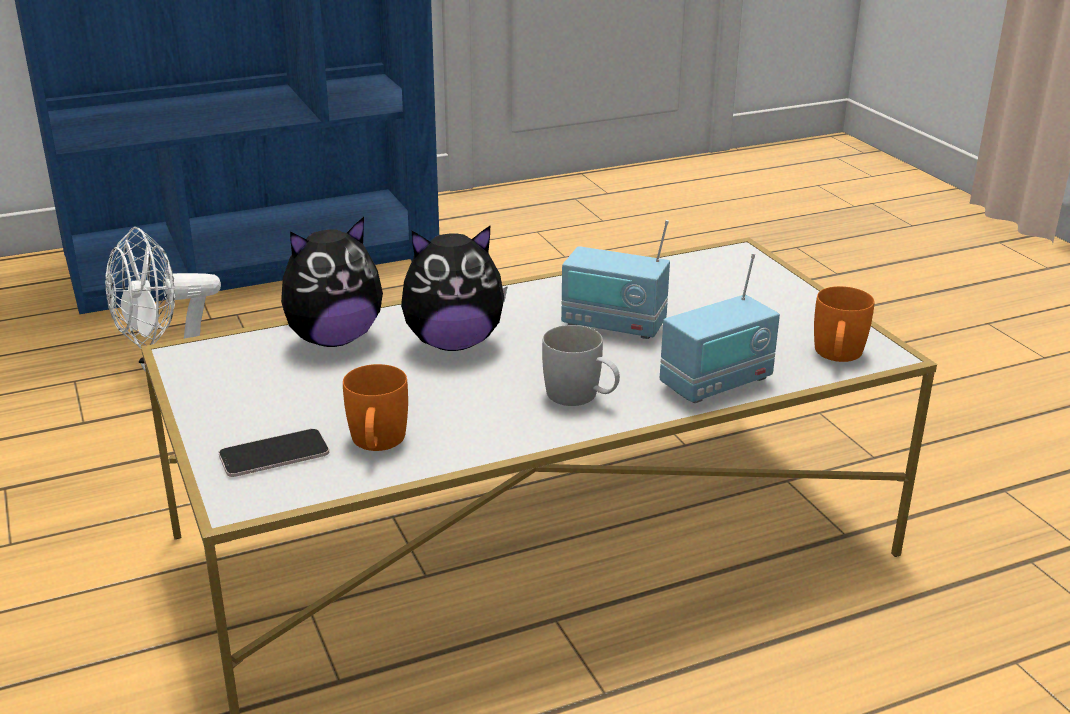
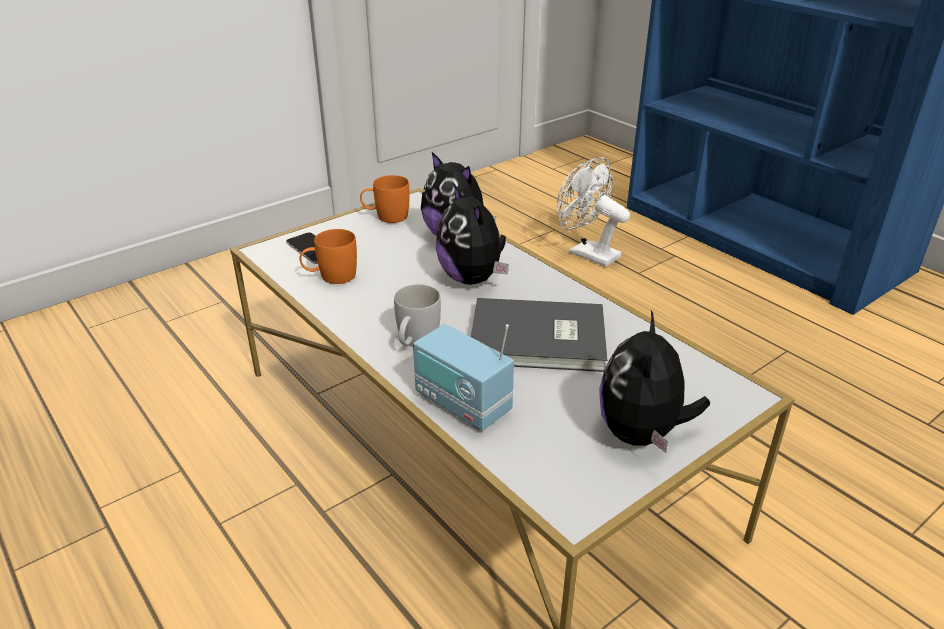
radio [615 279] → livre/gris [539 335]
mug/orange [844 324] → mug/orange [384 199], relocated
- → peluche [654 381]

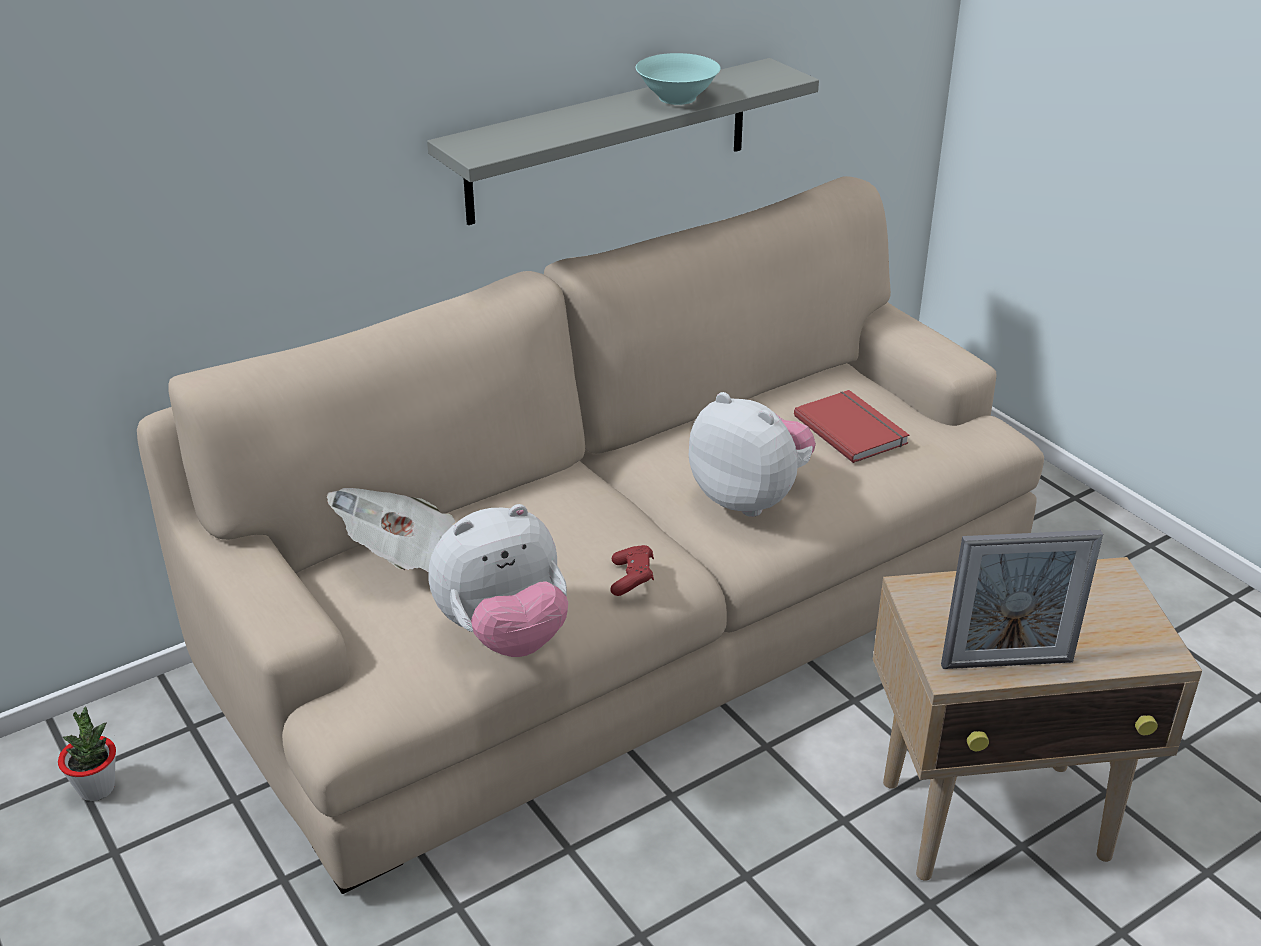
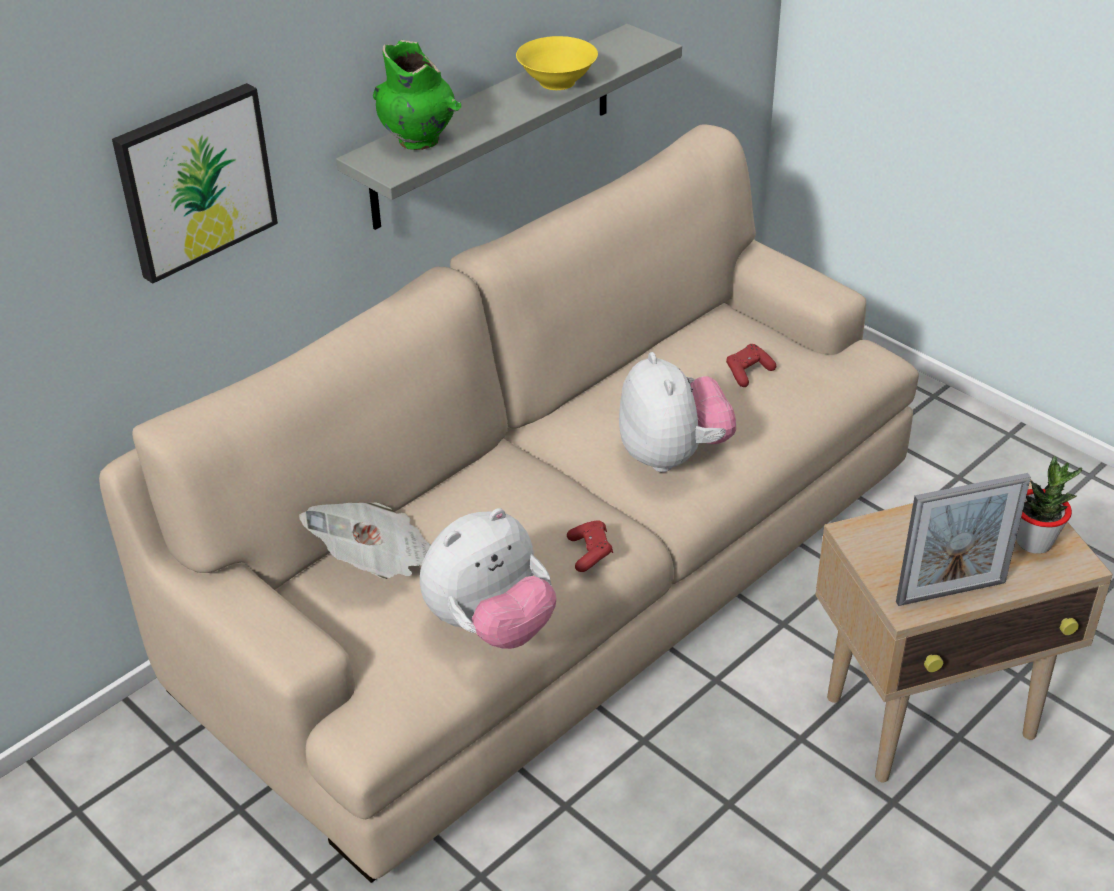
plante en pot [87 754] → plante en pot [1049 505], relocated
bol/turquoise [678 79] → bol/jaune [557 63]
peluche [752 454] → peluche [677 412], 45 degrees clockwise
livre/rouge [851 426] → manette/rouge [751 365]
- → tableau [195 183]
- → vase/vert [417 95]

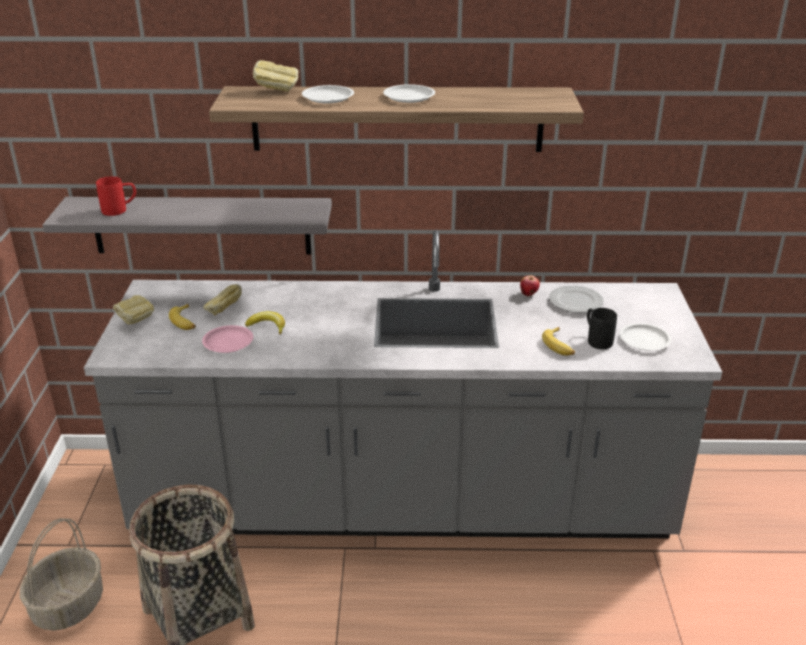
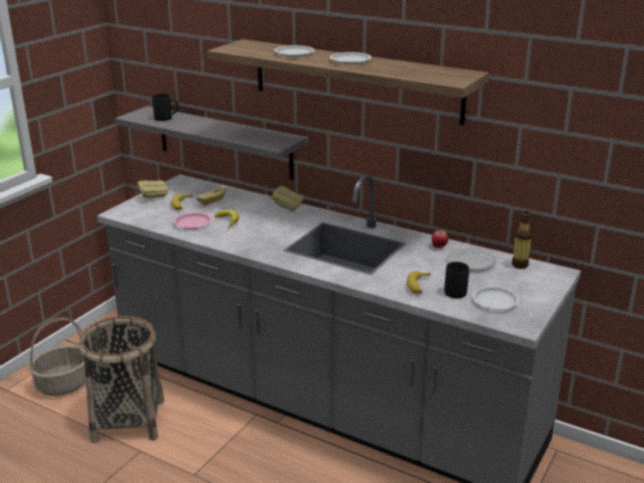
mug/rouge [116 196] → mug/noir [165 107]
pain [275 76] → pain [288 198], relocated
- → bouteille [522 240]

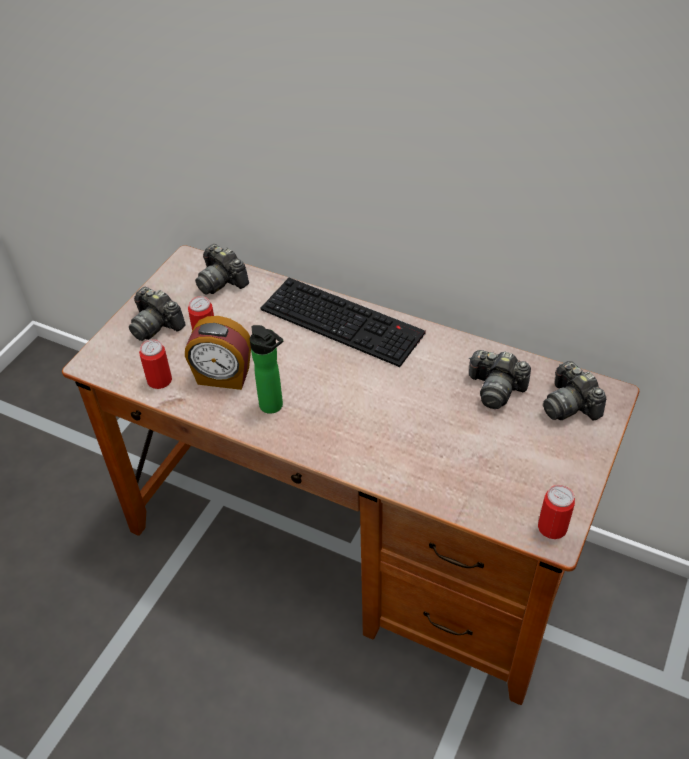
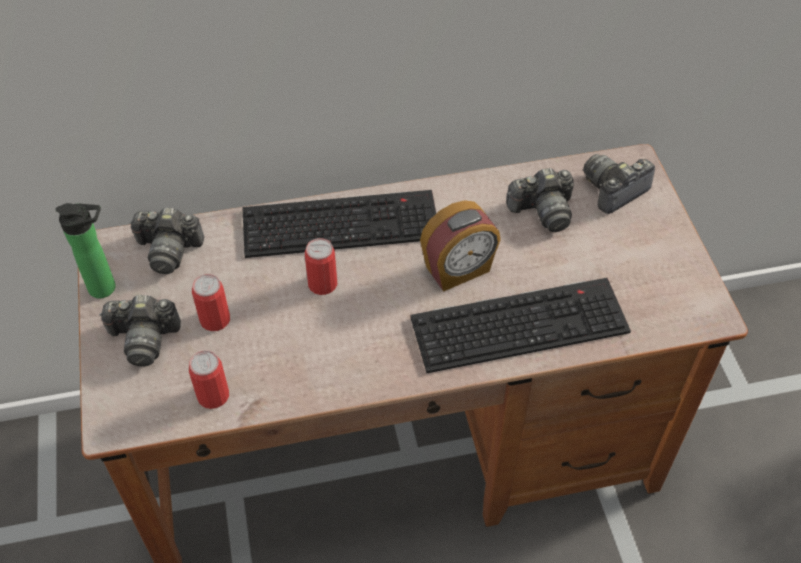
réveil [218 353] → réveil [460 246], relocated
bouteille [266 369] → bouteille [86 250], relocated
boîte métallique [556 512] → boîte métallique [321 266], relocated
appareil photo [574 390] → appareil photo [619 184], 120 degrees clockwise
- → clavier [520 325]

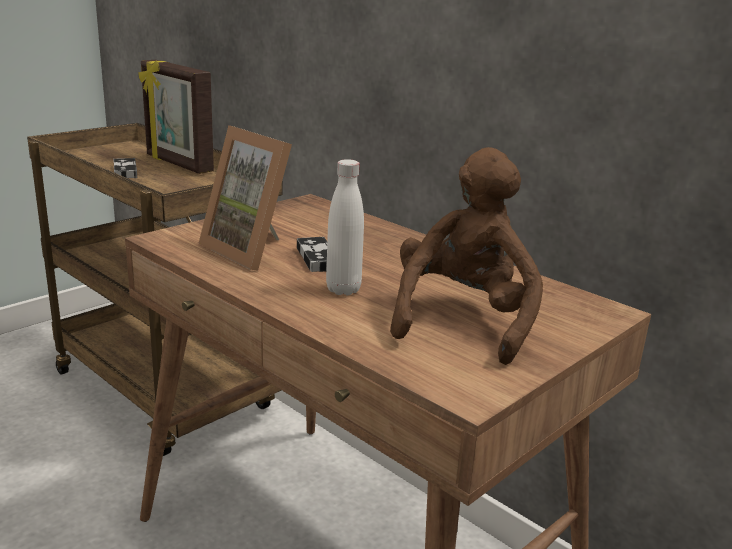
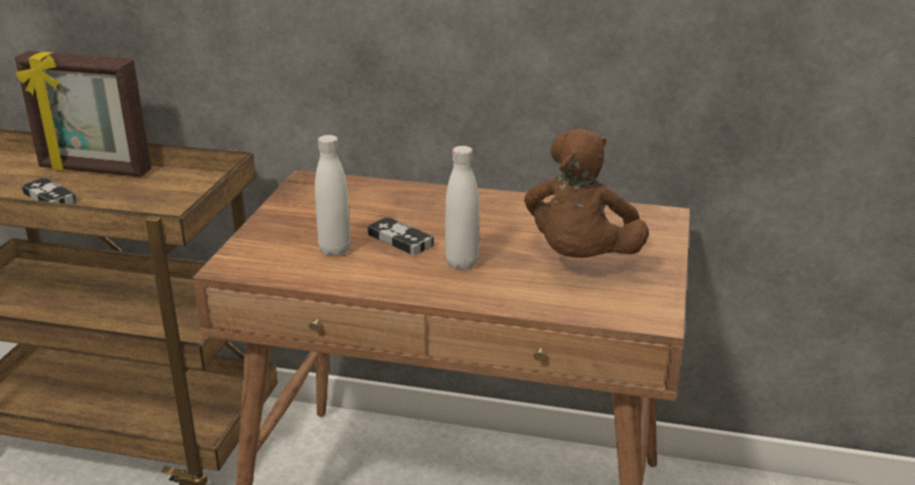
cadre photo [245 197] → bouteille/blanc [333 196]
peluche/marron [466 256] → peluche/marron [586 193], 150 degrees counterclockwise

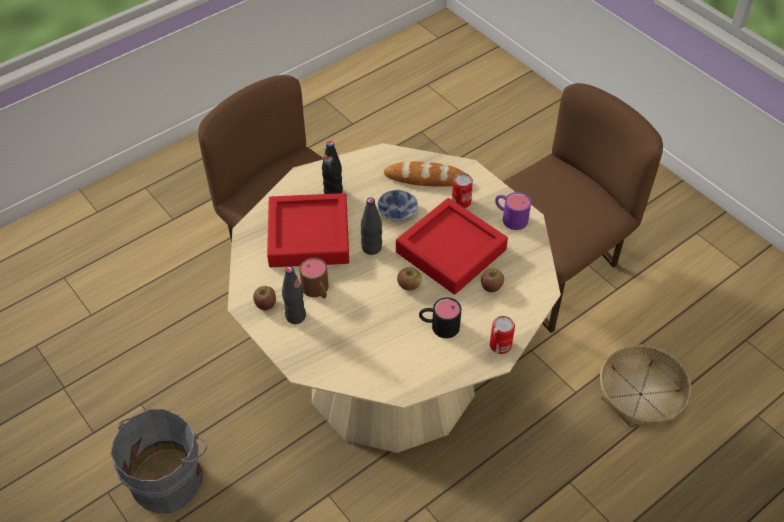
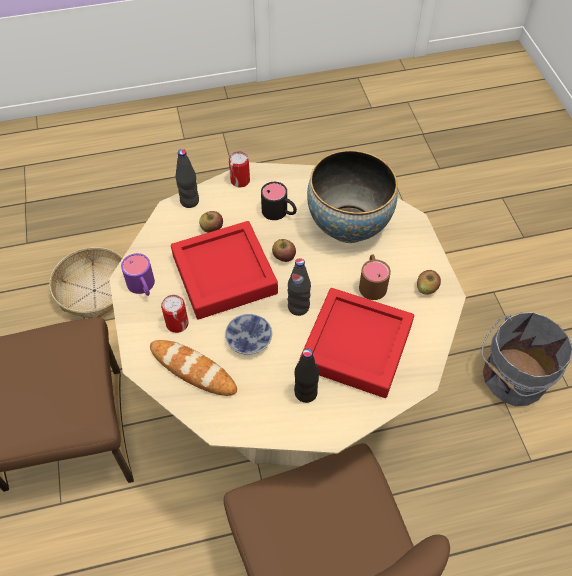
bouteille/noir [294 295] → bouteille/noir [187 178], relocated
- → bol [352 196]

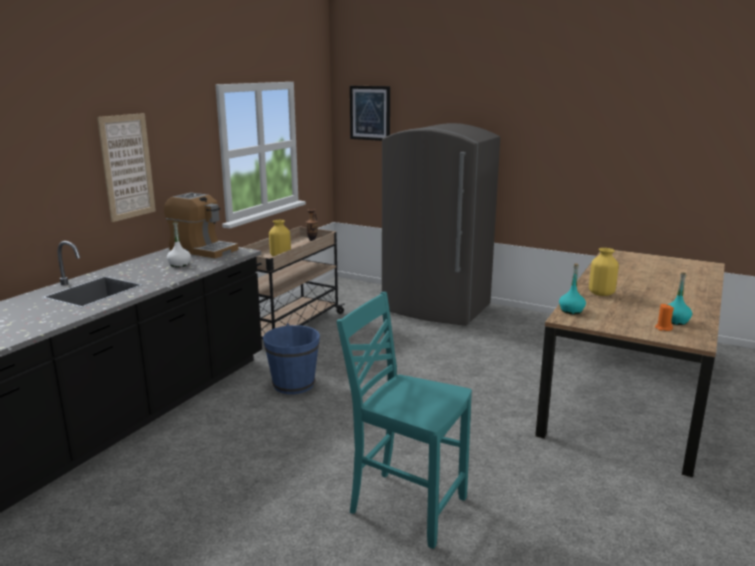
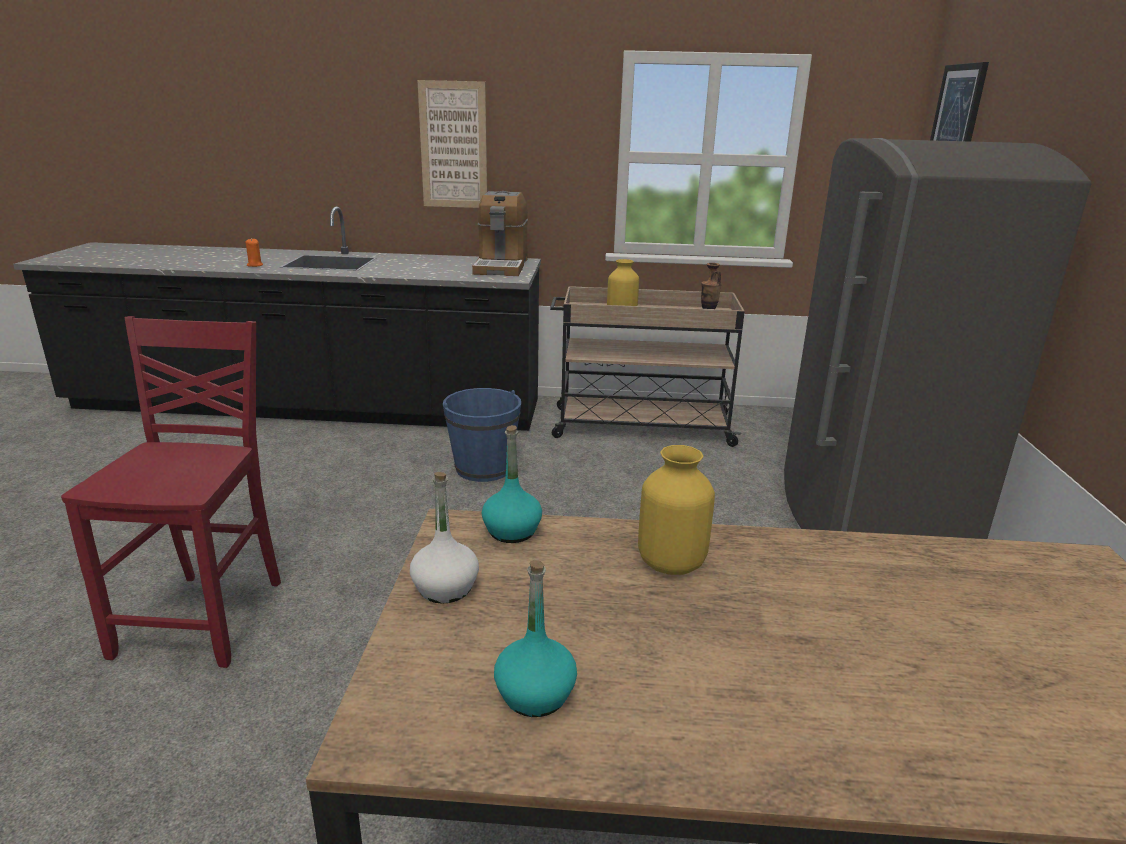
bouteille/blanc [179 244] → bouteille/blanc [444 538], relocated
chaise/turquoise [404 420] → chaise/rouge [171 492]
bougie/orange [664 317] → bougie/orange [254 252], relocated

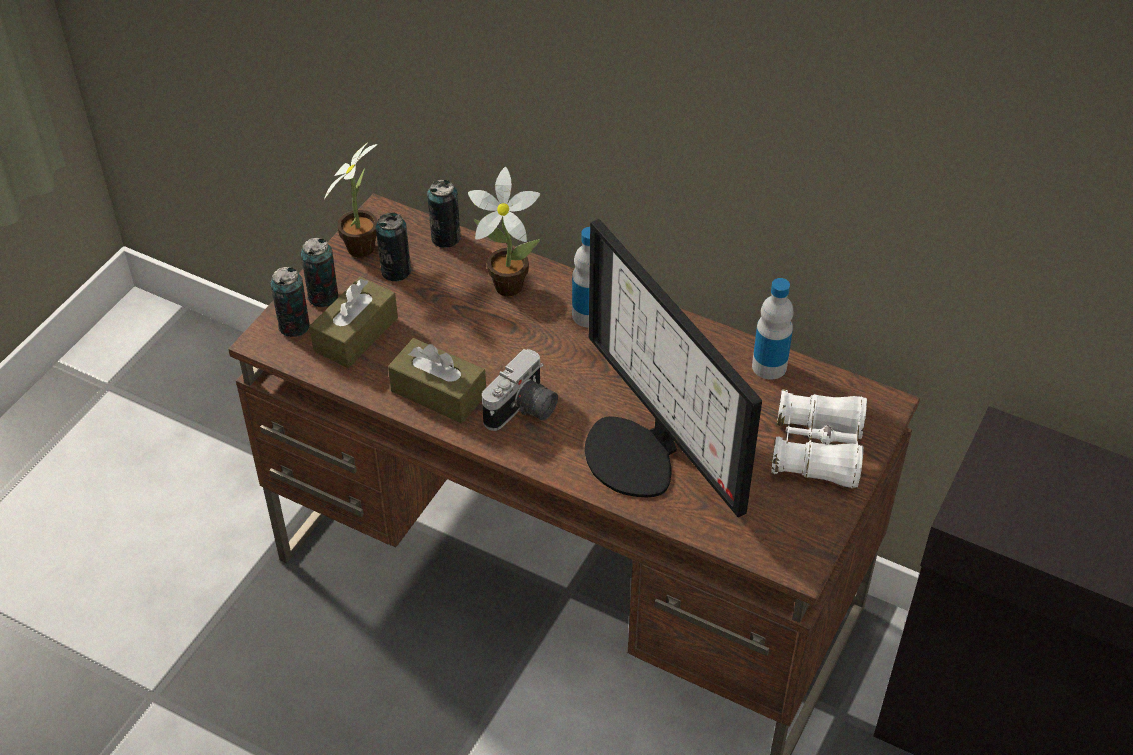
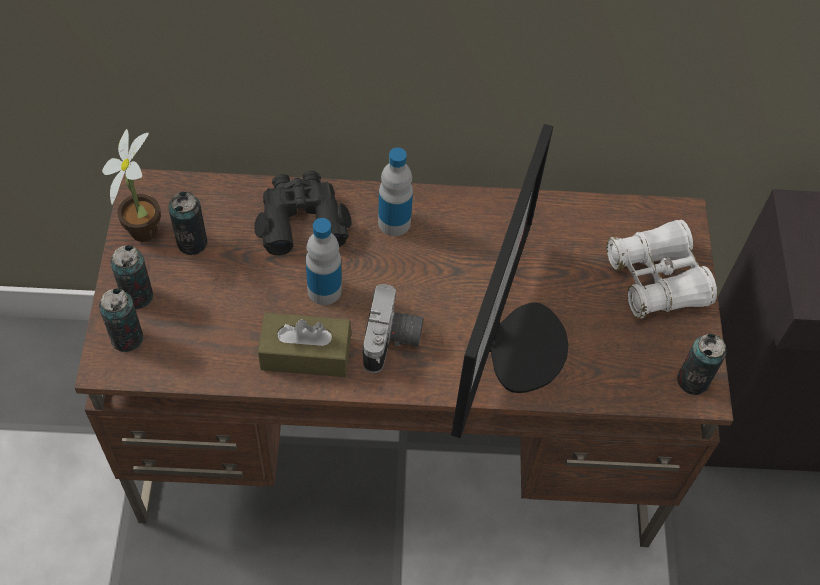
boîte à mouchoirs/marron [353 322] → -
boîte métallique [444 214] → boîte métallique [701 364], relocated
plante en pot [504 231] → jumelles/noir [303 213]
écran d'ordinateur [673 368] → écran d'ordinateur [509 281], 105 degrees counterclockwise
bouteille [773 329] → bouteille [324 261], relocated

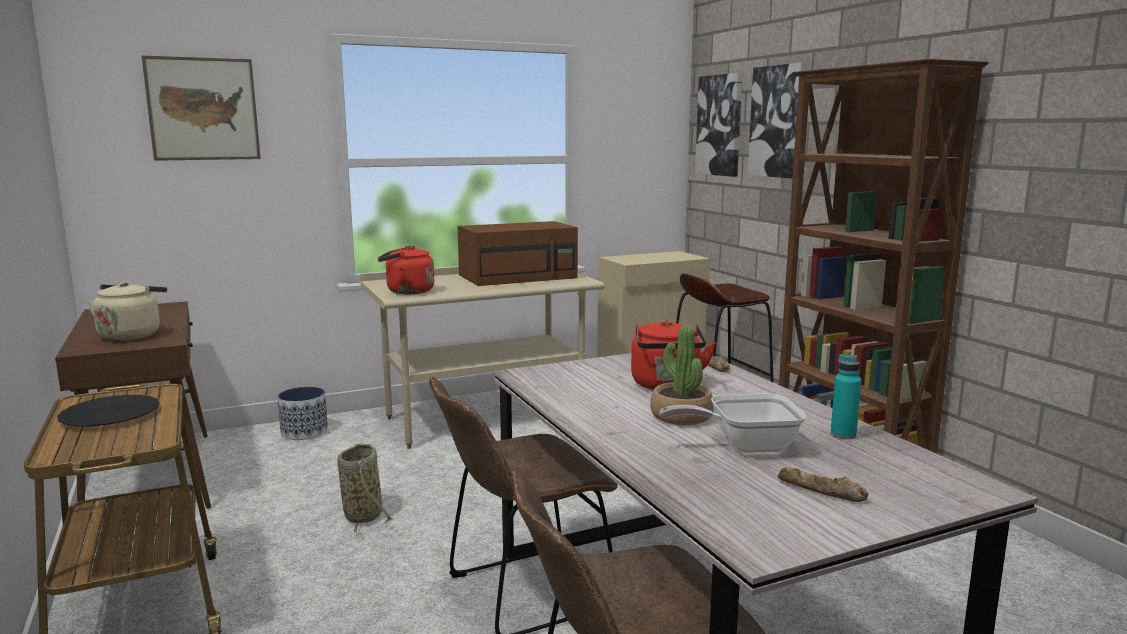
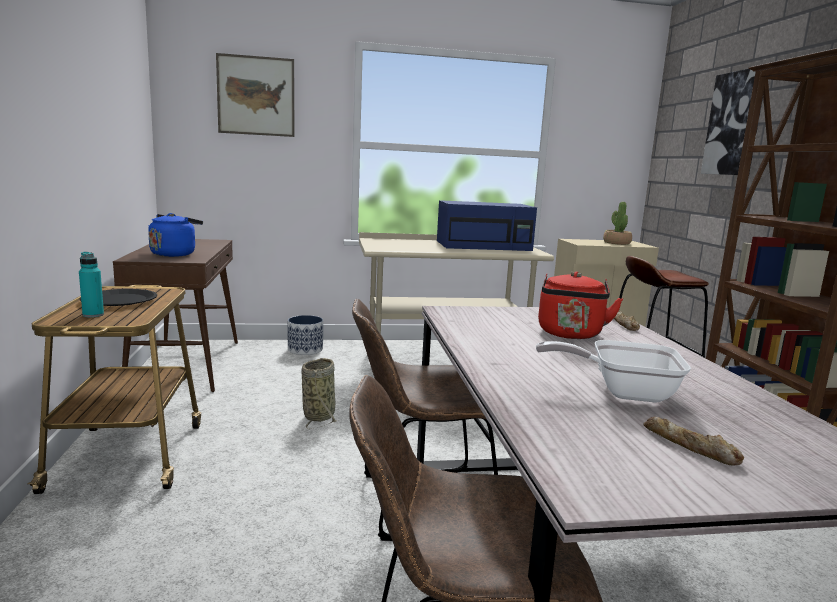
bouilloire/beige [127 311] → bouilloire/bleu [175 235]
bouilloire/rouge [406 270] → -
micro-ondes/marron [518 253] → micro-ondes/bleu [487 225]
plante en pot [682 375] → plante en pot [617 223], relocated
tableau [719 125] → -
bouteille/turquoise [846 396] → bouteille/turquoise [91 285], relocated

